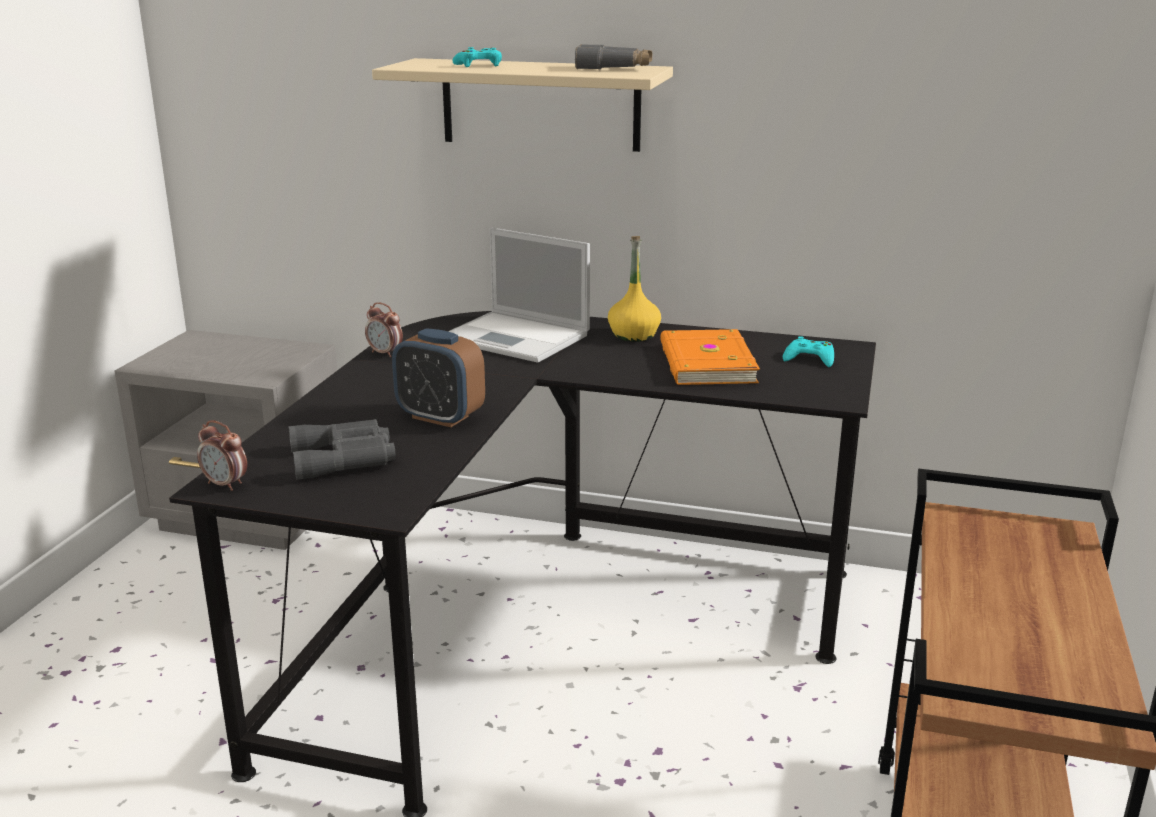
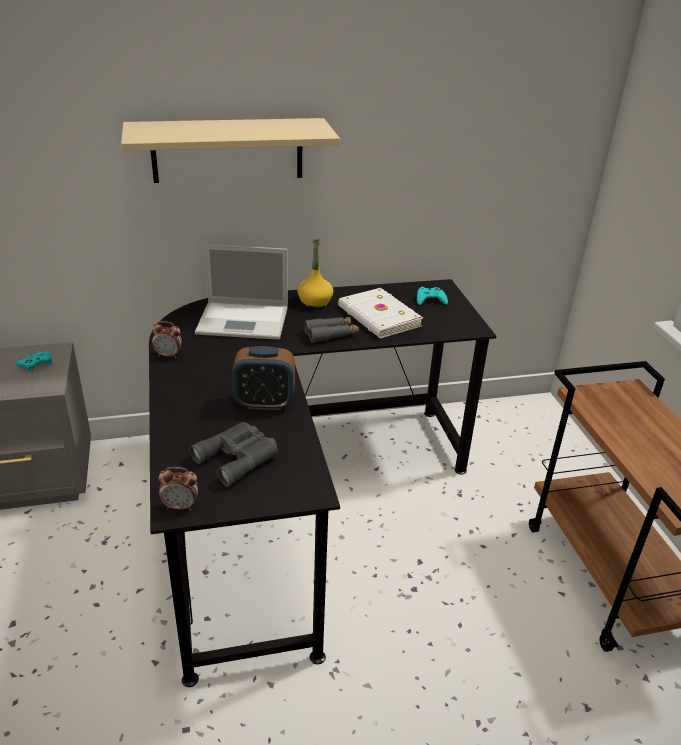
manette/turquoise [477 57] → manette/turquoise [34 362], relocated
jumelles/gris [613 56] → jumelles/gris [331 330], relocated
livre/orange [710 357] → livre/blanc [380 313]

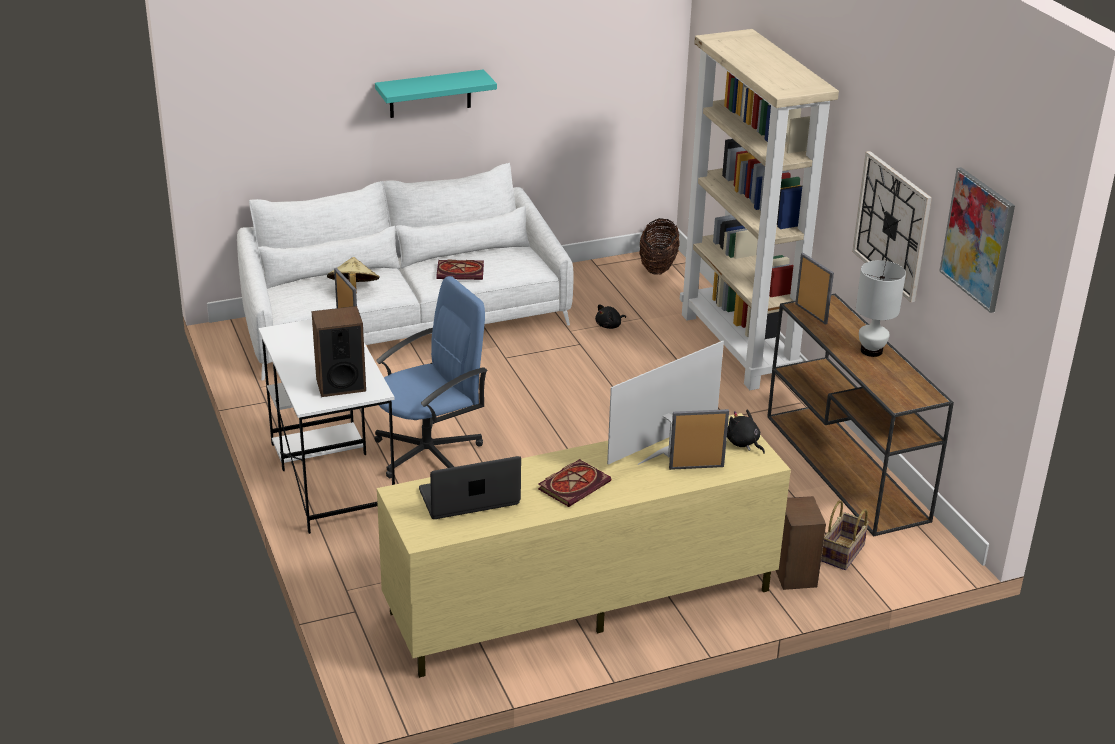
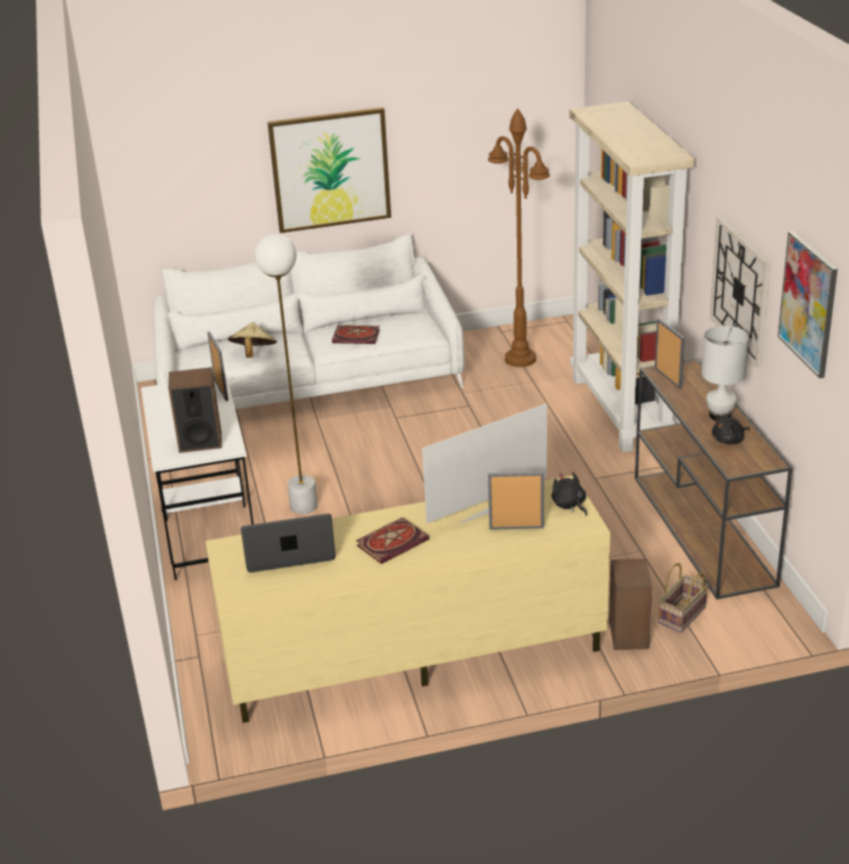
étagère/turquoise [436 93] → tableau [329 170]
chaise de bureau/bleu [431 377] → lampadaire/blanc [286 373]
peluche/noir [610 316] → peluche/noir [731 429], relocated
panier [659 246] → -
- → lampadaire/marron [519 237]

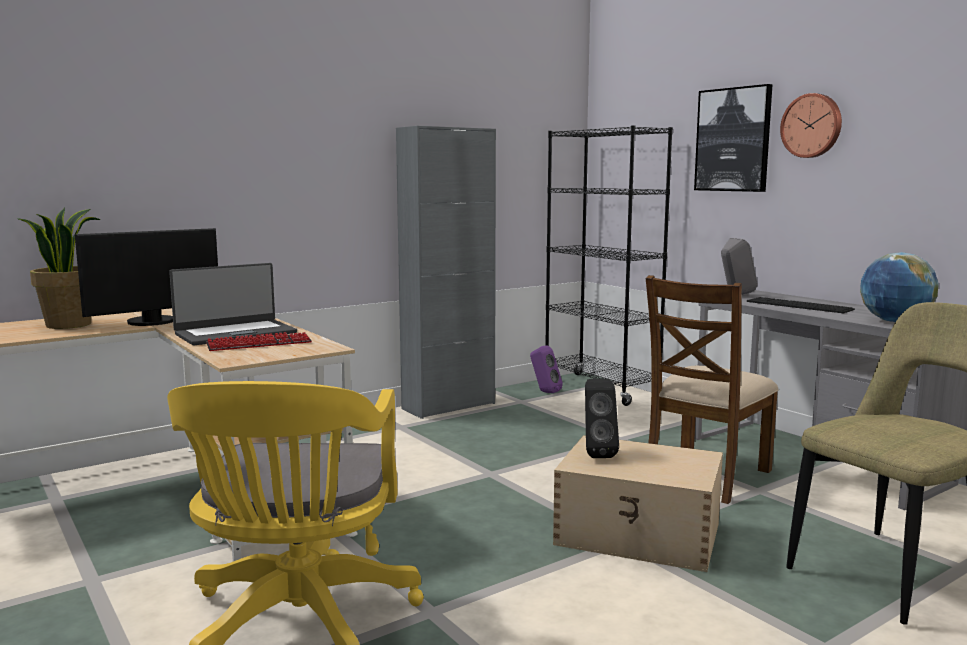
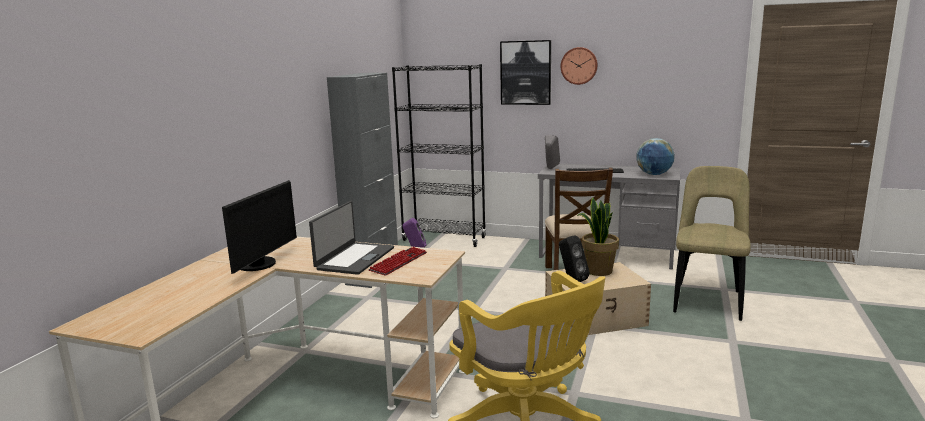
plante en pot [58 268] → plante en pot [598 237], relocated

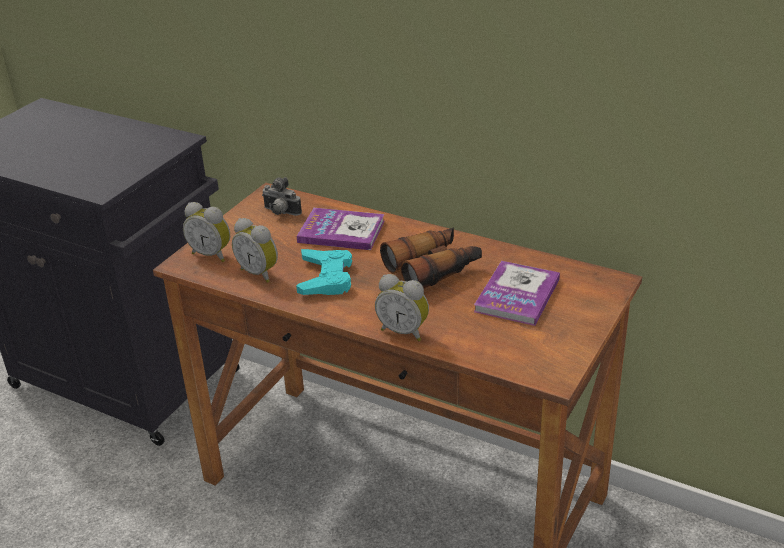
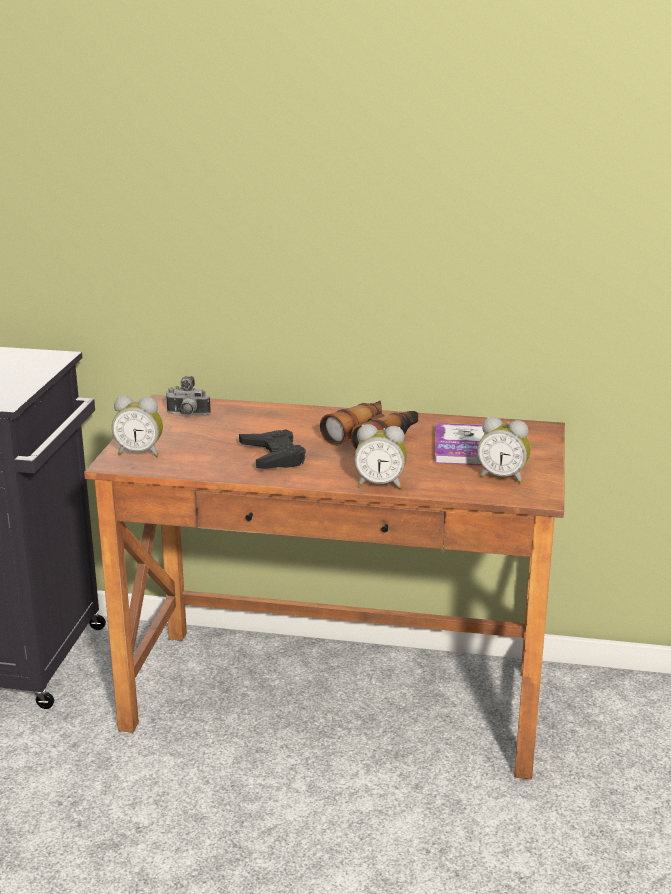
réveil [255 250] → réveil [504 450], relocated
livre [340 229] → -
manette/turquoise [324 272] → manette/noir [272 449]

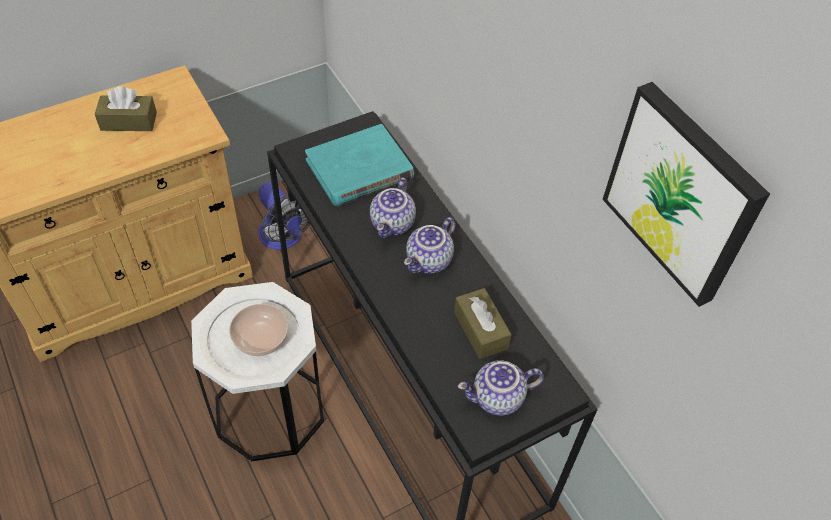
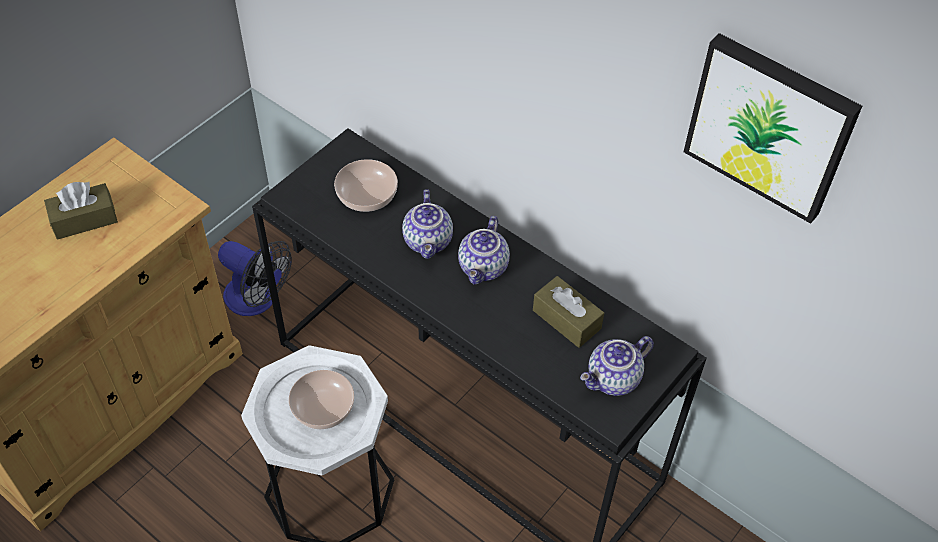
livre/turquoise [359 165] → bol [366 185]

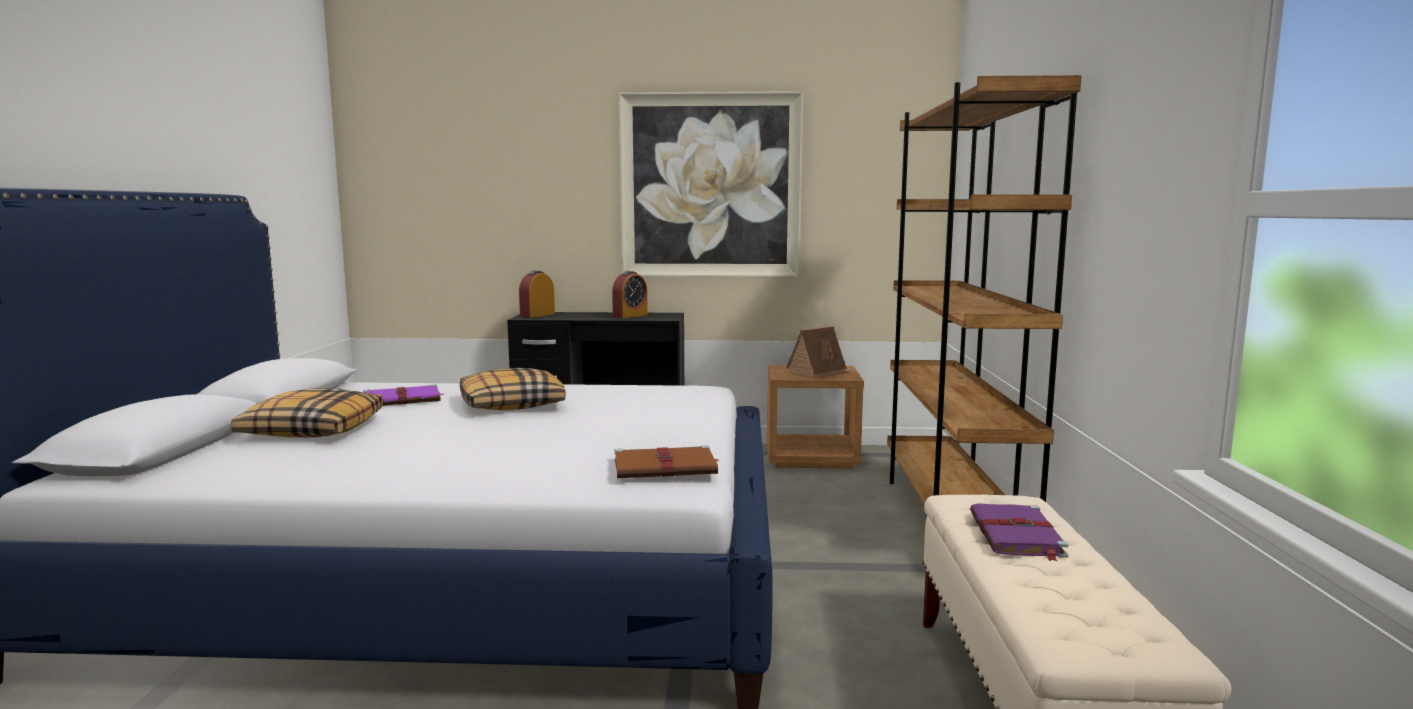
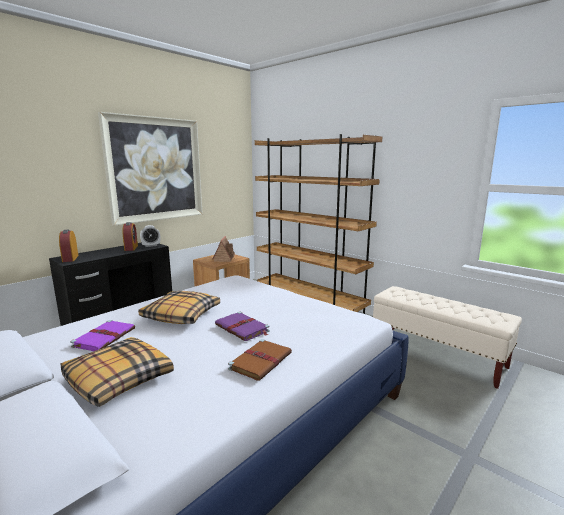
livre/marron [666 461] → livre/marron [260 360], relocated
livre/violet [1019 532] → livre/violet [242 326], relocated
- → réveil [150 236]

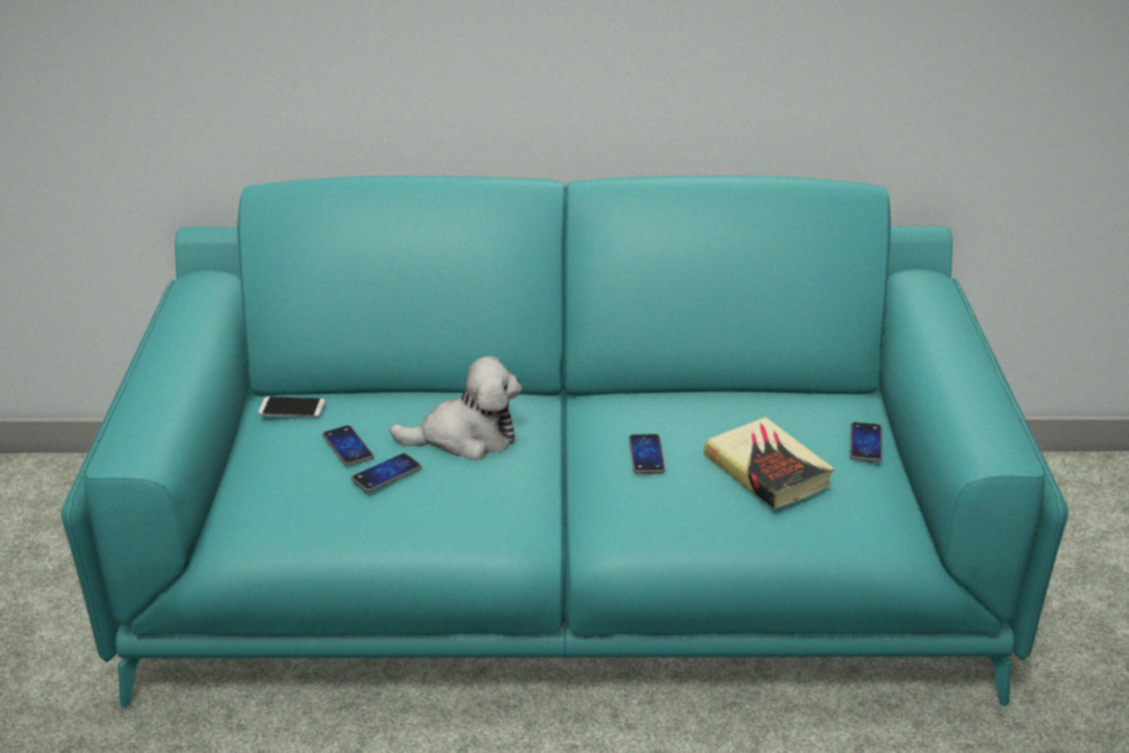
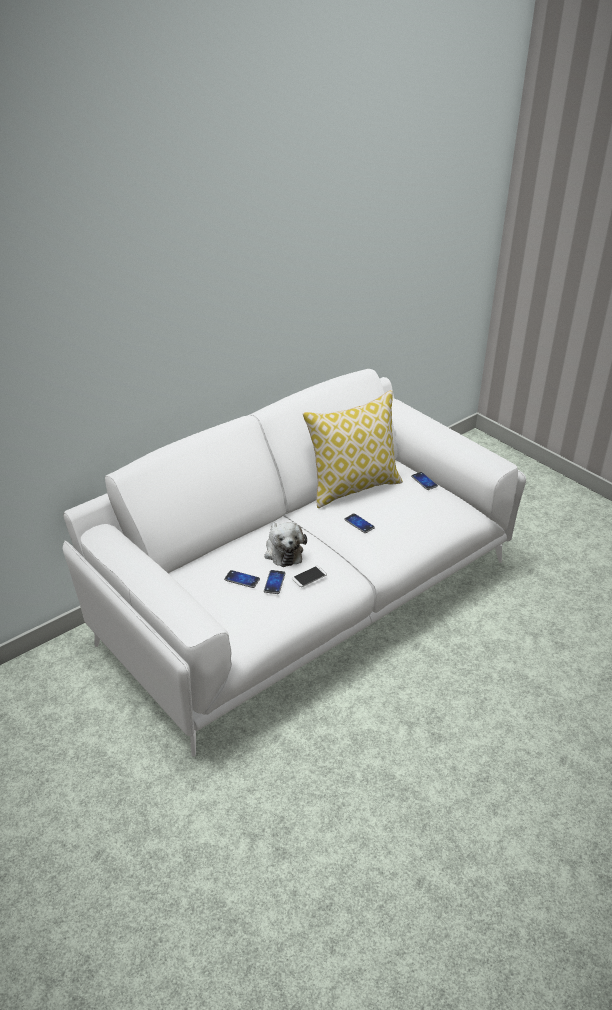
canapé/turquoise [564 441] → canapé/blanc [294 562]
téléphone [291 407] → téléphone [309 576], relocated
peluche [456 408] → peluche [285 544], 120 degrees clockwise
livre [769 463] → -
- → coussin [353 449]

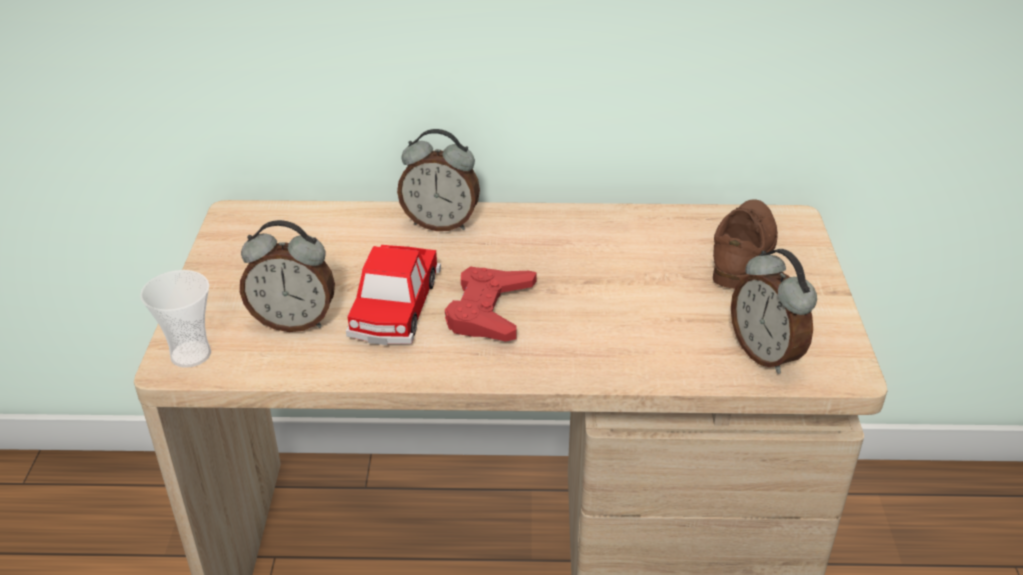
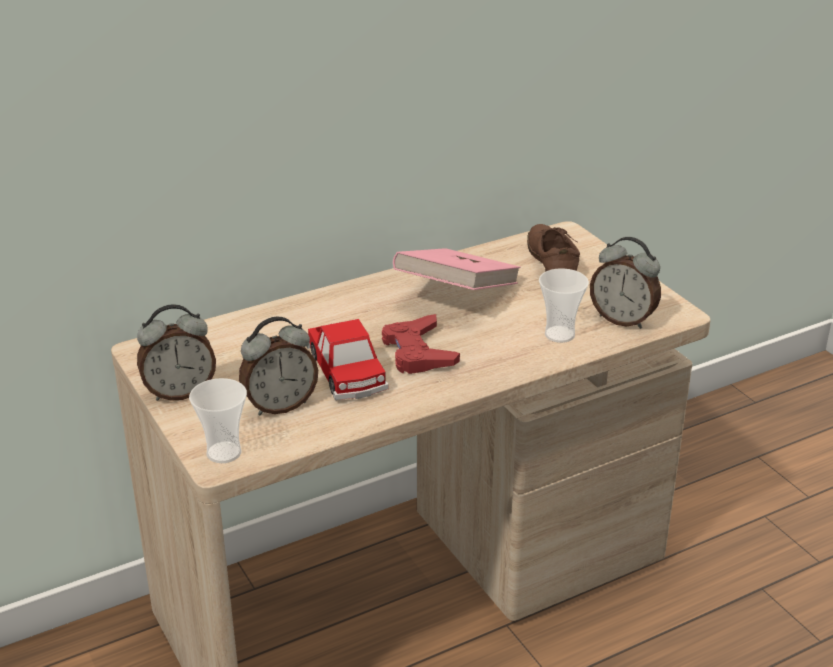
réveil [438 180] → réveil [176 352], relocated
- → livre/rose [457 269]
- → tasse [564 305]

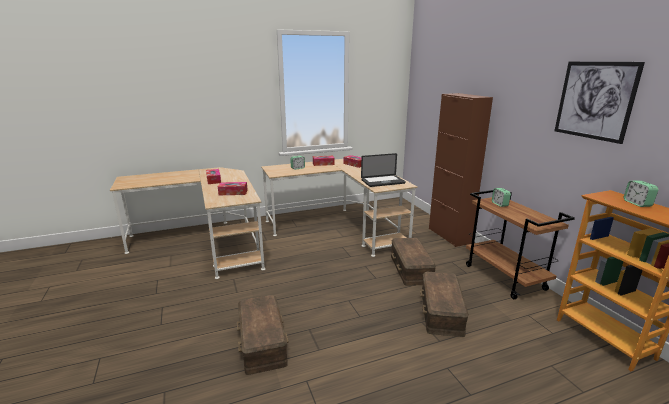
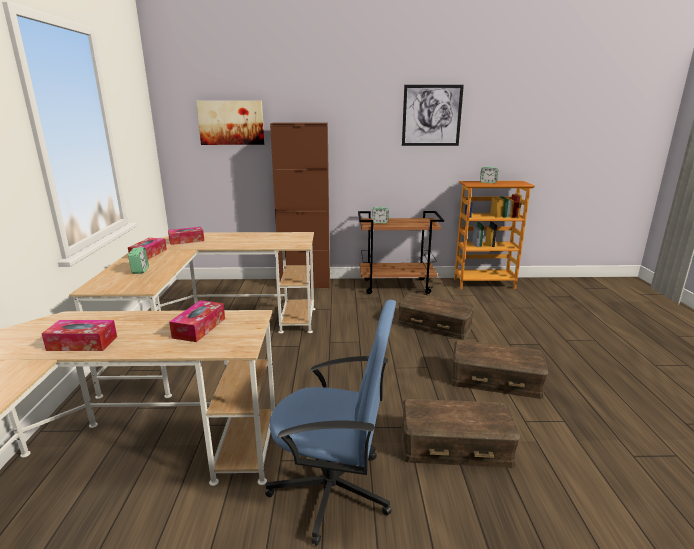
ordinateur portable [383 170] → -
boîte de rangement/marron [413 262] → boîte de rangement/marron [500 369], relocated
- → tableau [230 123]
- → chaise de bureau/bleu [330 423]

